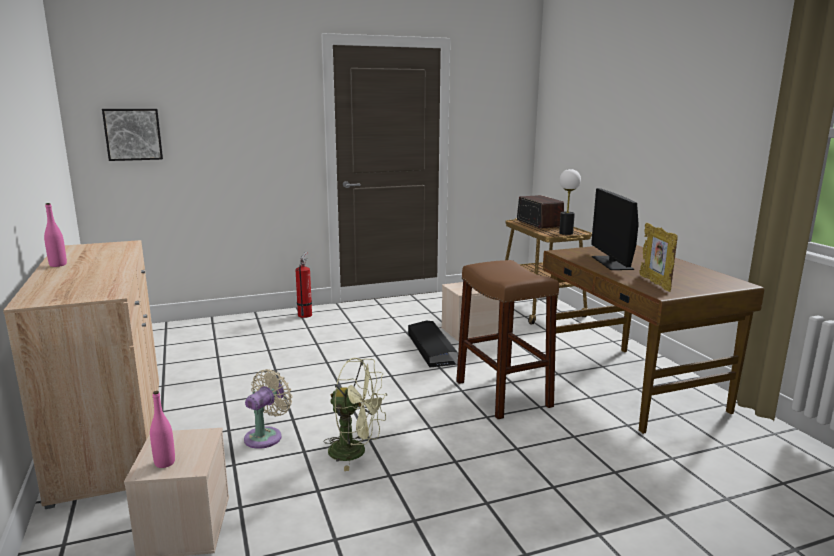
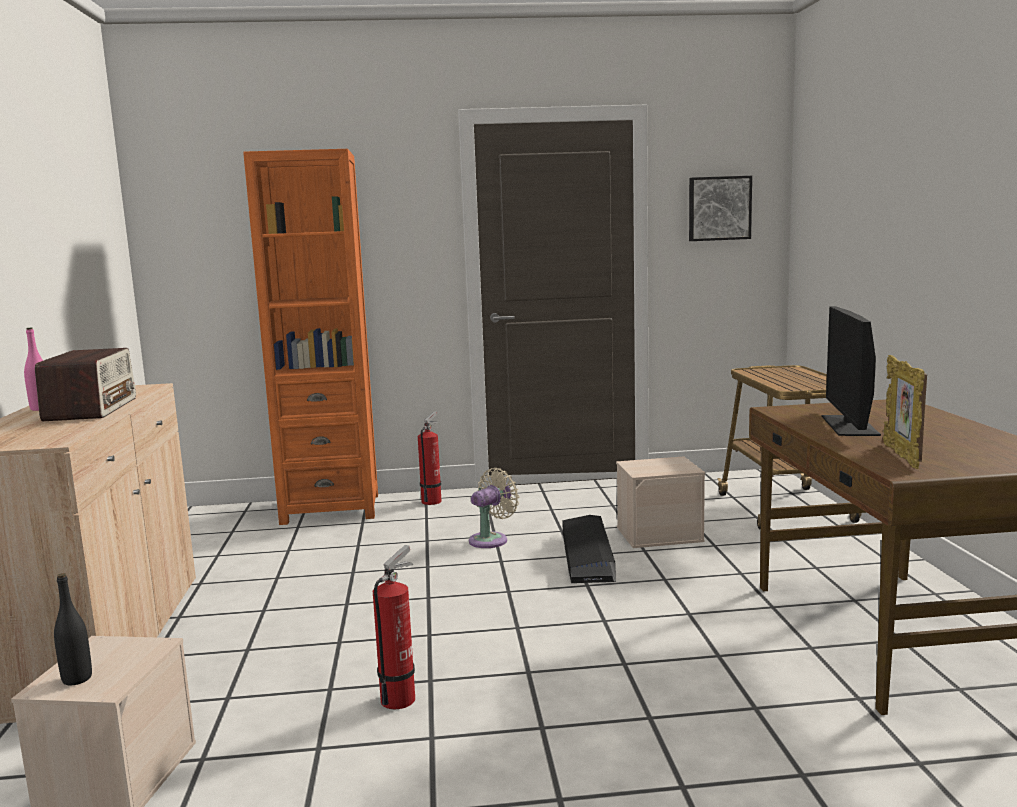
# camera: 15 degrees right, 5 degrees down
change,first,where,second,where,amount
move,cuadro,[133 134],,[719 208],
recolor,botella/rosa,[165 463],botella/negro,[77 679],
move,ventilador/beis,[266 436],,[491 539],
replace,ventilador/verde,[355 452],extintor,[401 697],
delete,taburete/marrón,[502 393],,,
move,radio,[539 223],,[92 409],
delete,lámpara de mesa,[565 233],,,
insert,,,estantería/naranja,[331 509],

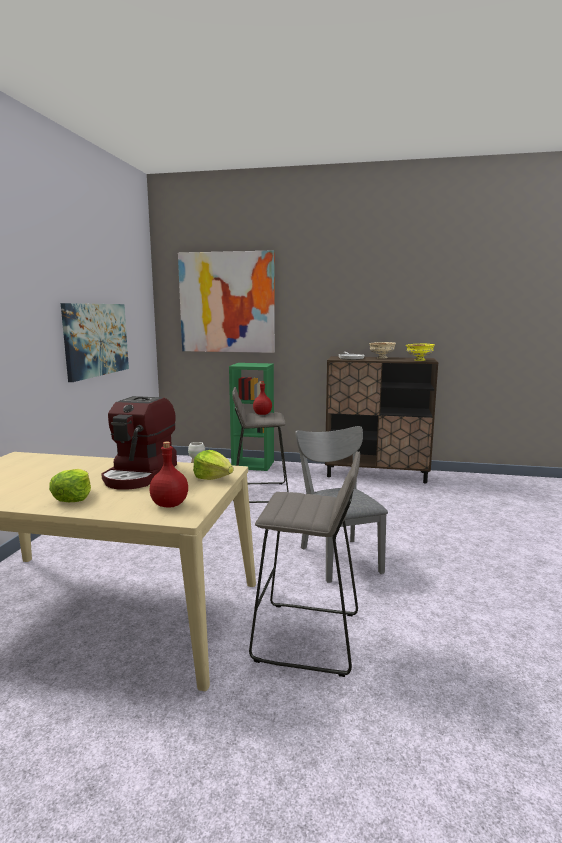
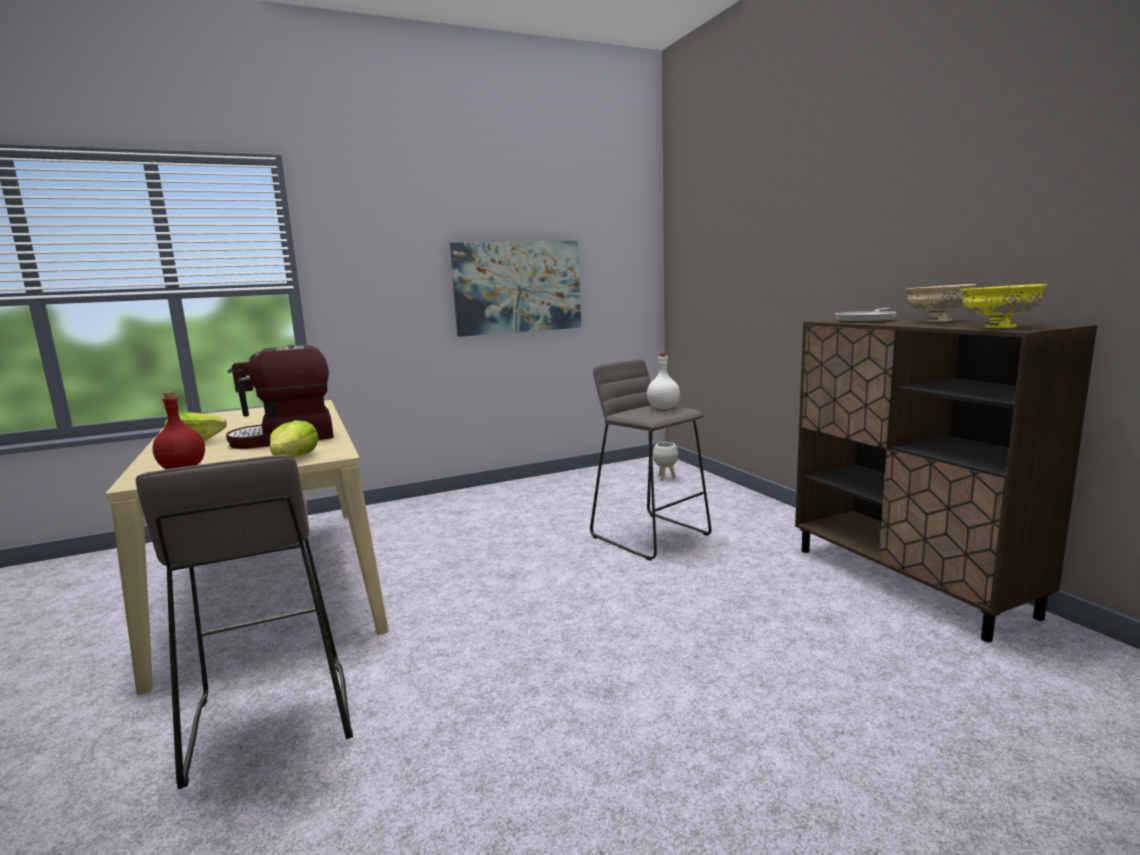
# camera: 55 degrees right, 0 degrees up
change,first,where,second,where,amount
delete,cuadro,[227 302],,,
delete,estantería/verde,[253 465],,,
recolor,botella/rojo,[262 414],botella/blanco,[662 408],
delete,silla/gris,[338 556],,,

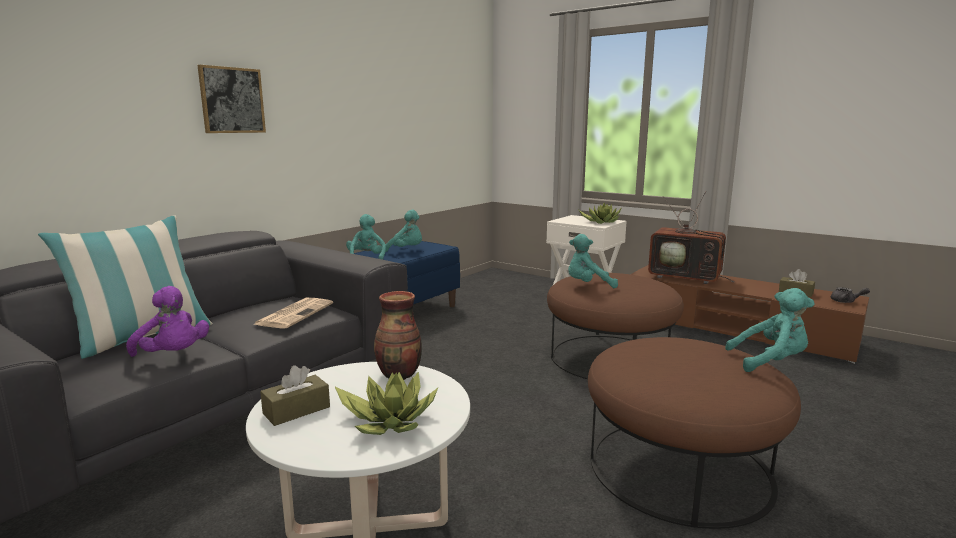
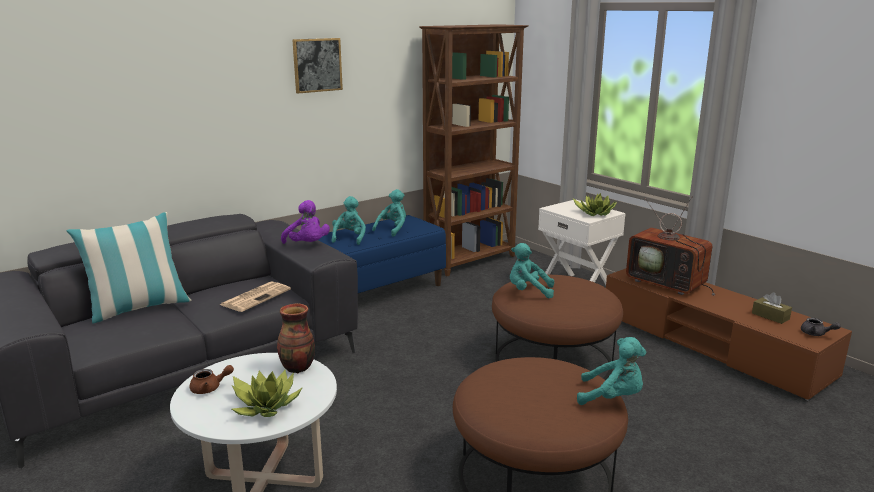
# camera: 15 degrees right, 5 degrees up
change,first,where,second,where,amount
move,peluche/morado,[173 355],,[307 245],
move,cuadro,[232 100],,[317 65],
replace,caja de pañuelos/marrón,[296 410],tetera/marrón,[210 388],
rotate,peluche/turquesa,[406 250],,[393 229],90 degrees counterclockwise
insert,,,estantería/marrón,[471 261],

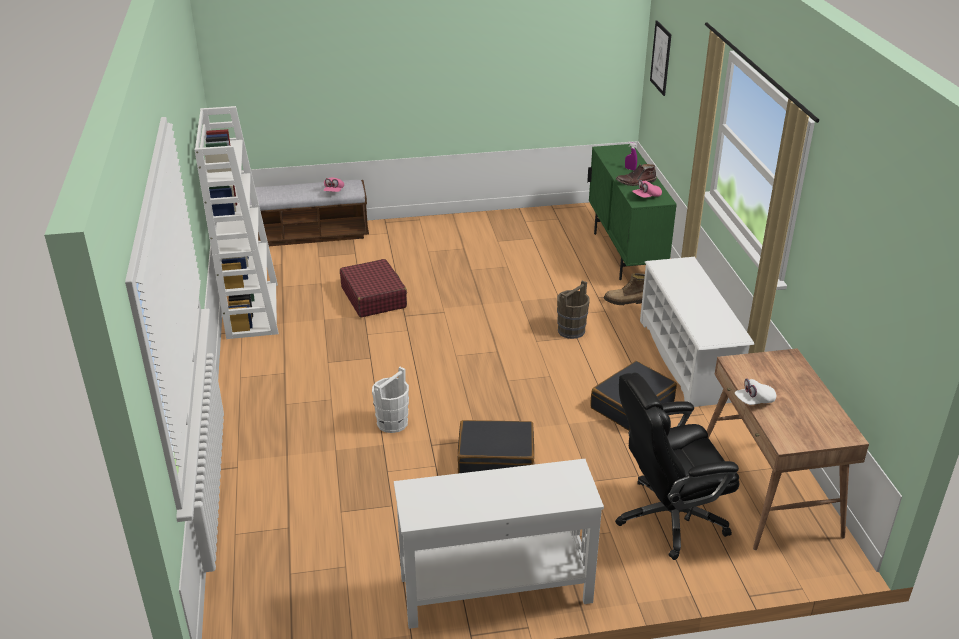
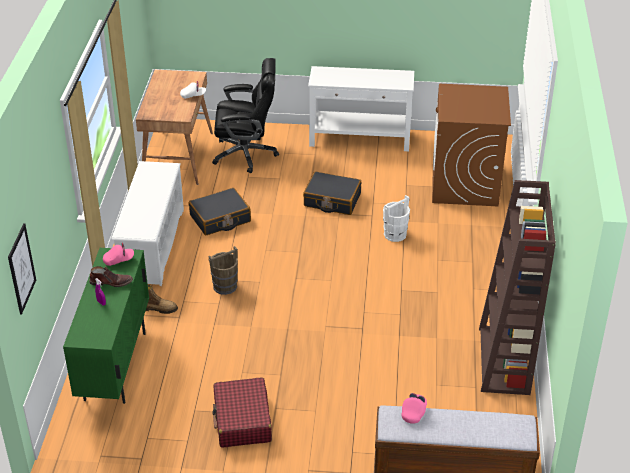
# camera: 165 degrees left, 5 degrees up
change,first,where,second,where,amount
recolor,estantería/blanco,[251 310],estantería/marrón,[504 361],
move,maleta/rojo,[374 297],,[242 420],
insert,,,lavadora/marrón,[465 184],

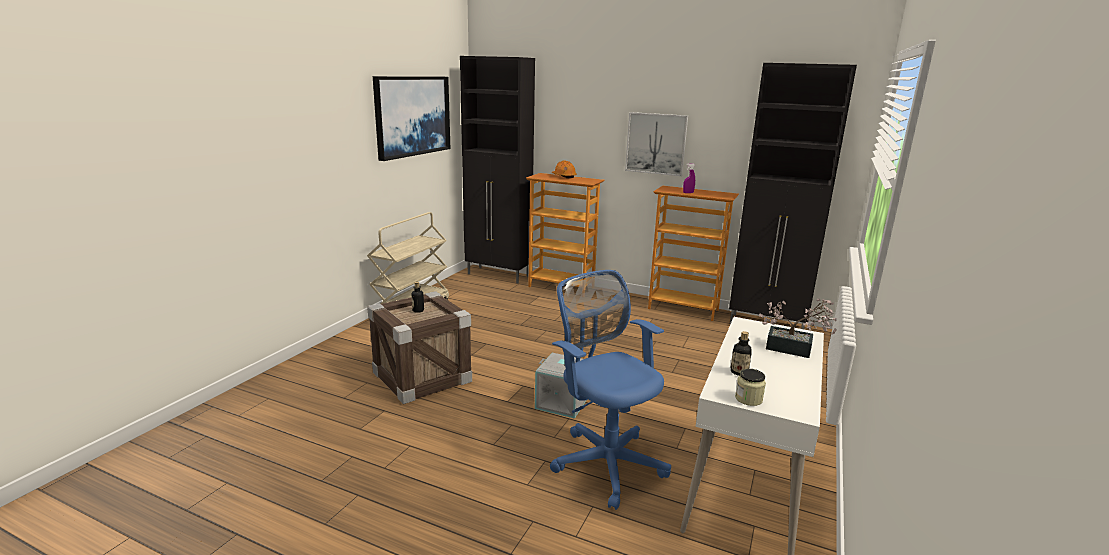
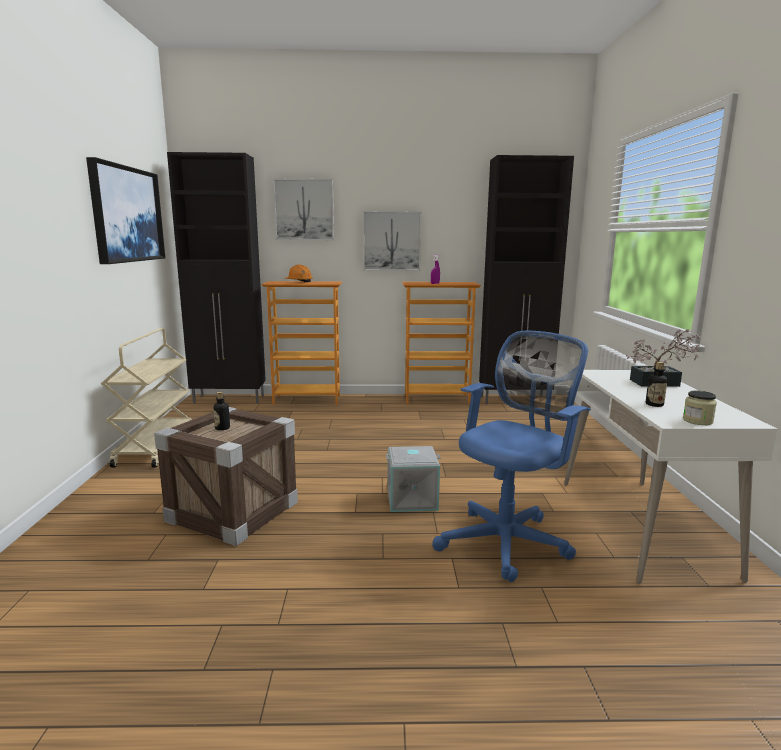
# camera: 25 degrees left, 5 degrees down
change,first,where,second,where,amount
rotate,silla de oficina/azul,[605 461],,[507 541],105 degrees clockwise
insert,,,cuadro,[304 210],

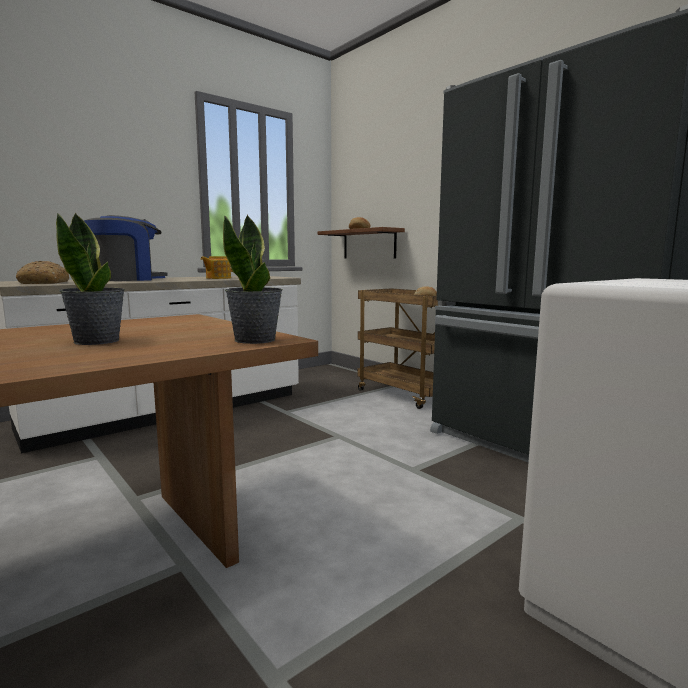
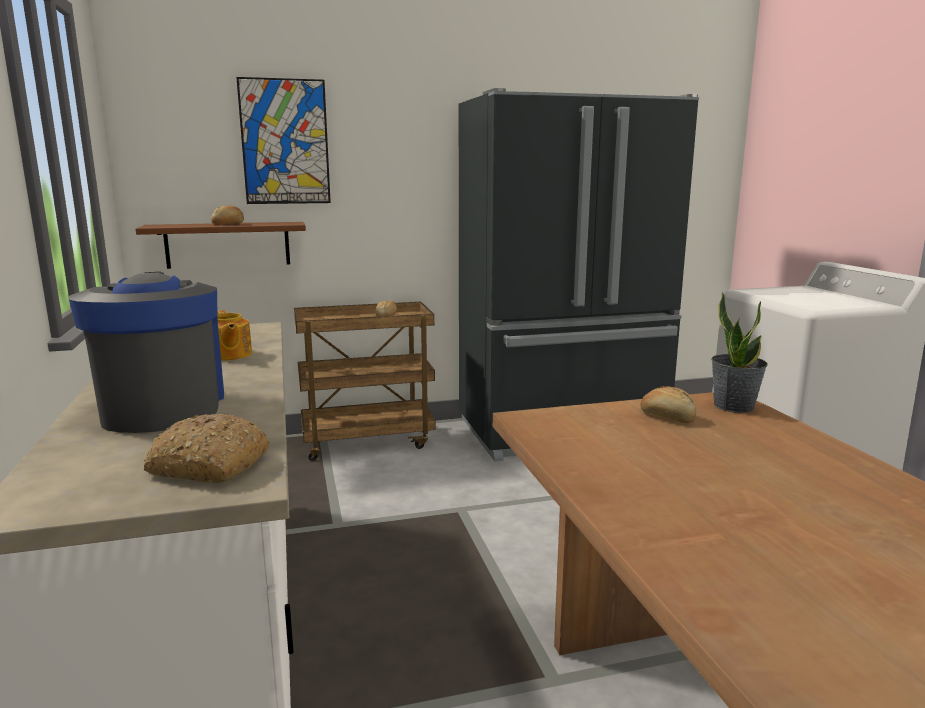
# camera: 65 degrees left, 5 degrees up
change,first,where,second,where,amount
delete,planta en maceta,[97 341],,,
insert,,,cuadro,[285 142],
insert,,,pan,[667 417],

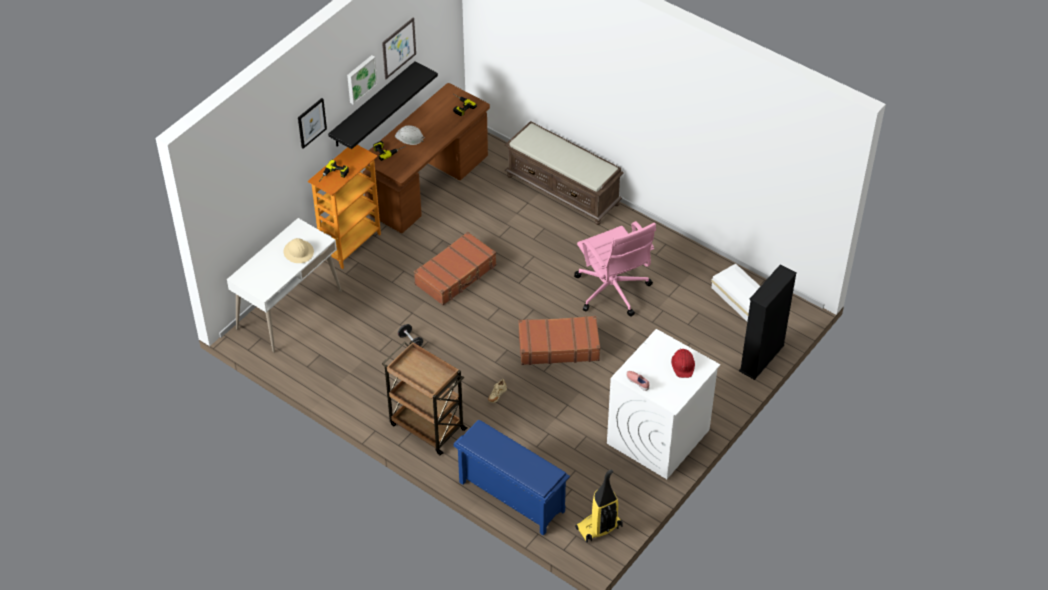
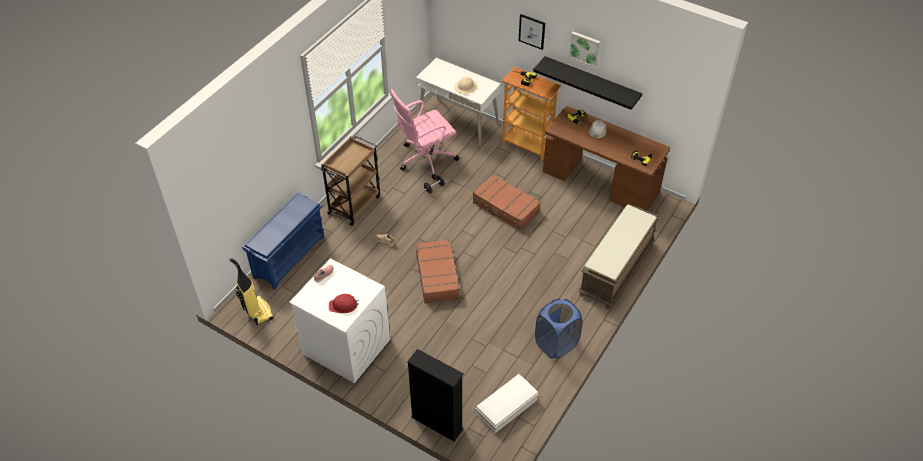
# camera: 85 degrees right, 0 degrees up
change,first,where,second,where,amount
delete,cuadro,[399 48],,,
move,silla de oficina/rosa,[613 291],,[425 159],
insert,,,cesto de la ropa/azul,[556 344],

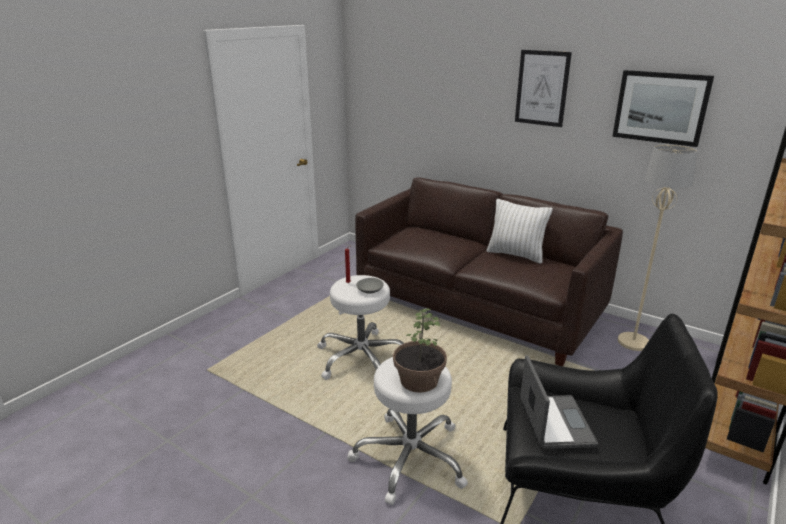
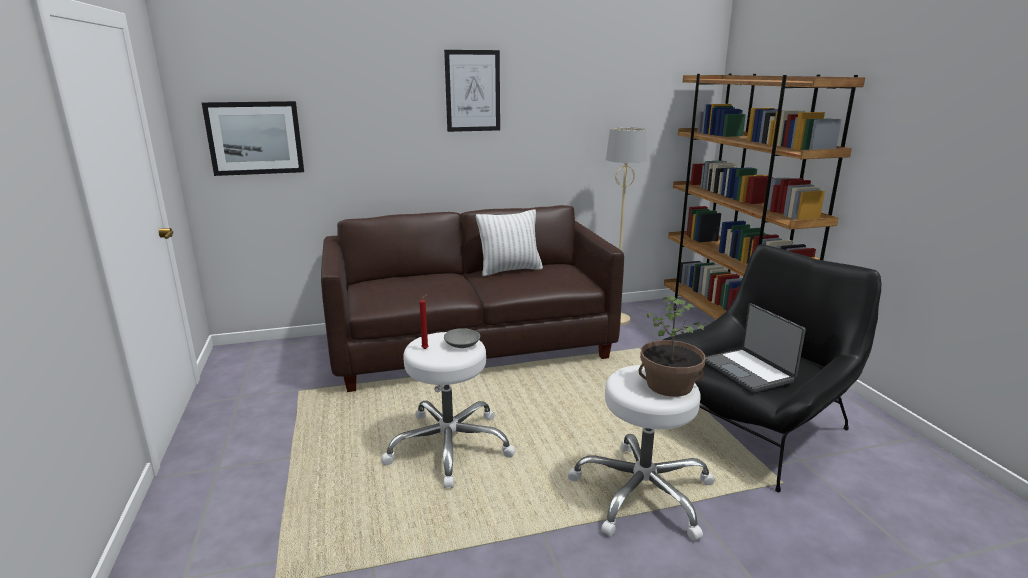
# camera: 50 degrees left, 5 degrees down
change,first,where,second,where,amount
rotate,portátil,[554 422],,[749 371],150 degrees counterclockwise
move,cuadro,[660 107],,[255 138],

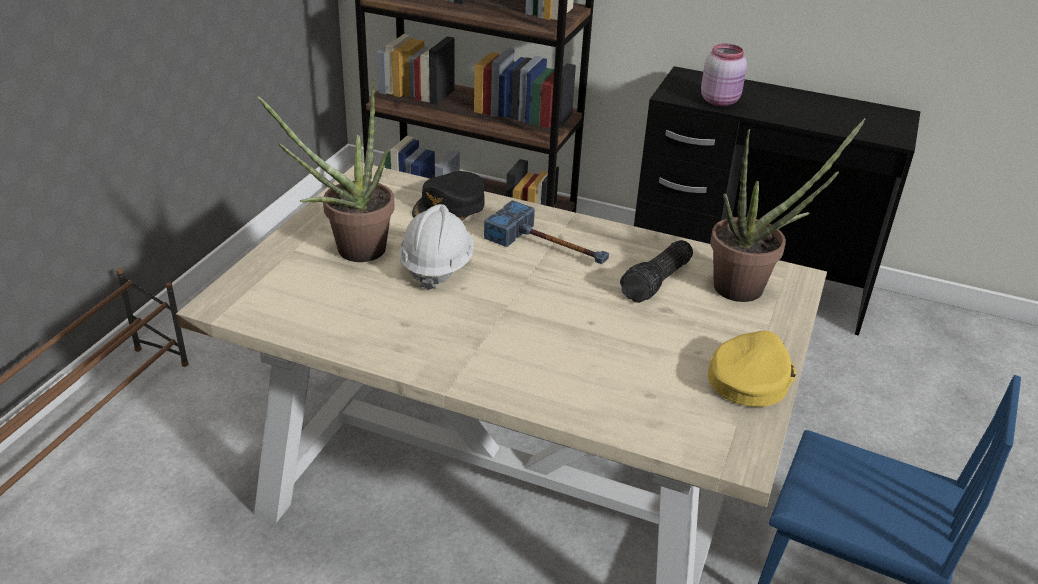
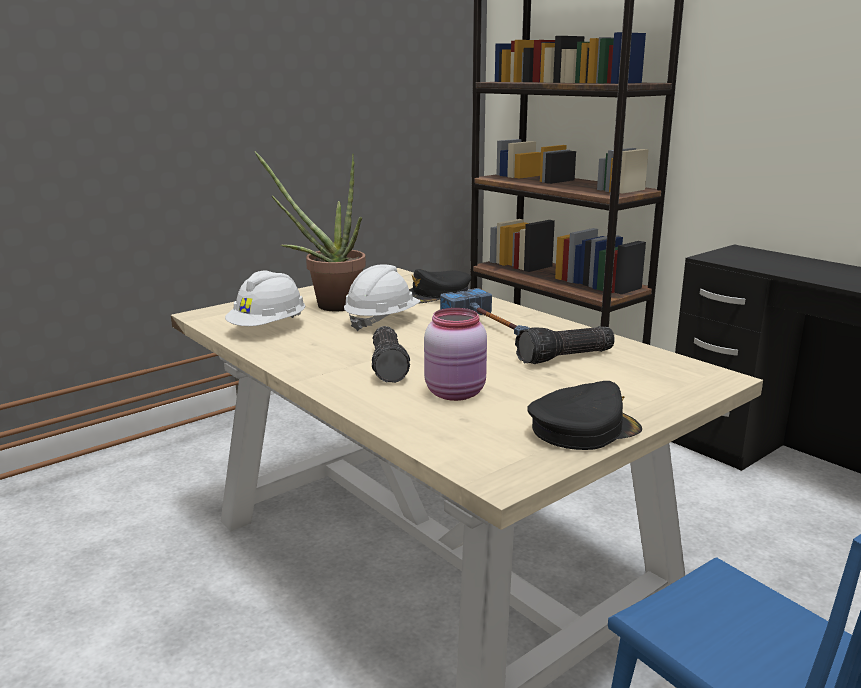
# camera: 30 degrees right, 15 degrees down
change,first,where,second,where,amount
move,tarro/rosa,[720 101],,[457 393],
recolor,gorra/amarillo,[750 377],gorra/negro,[583 429],
delete,planta en maceta,[749 287],,,
insert,,,casco/blanco,[268 328],
insert,,,linterna,[390 366],

